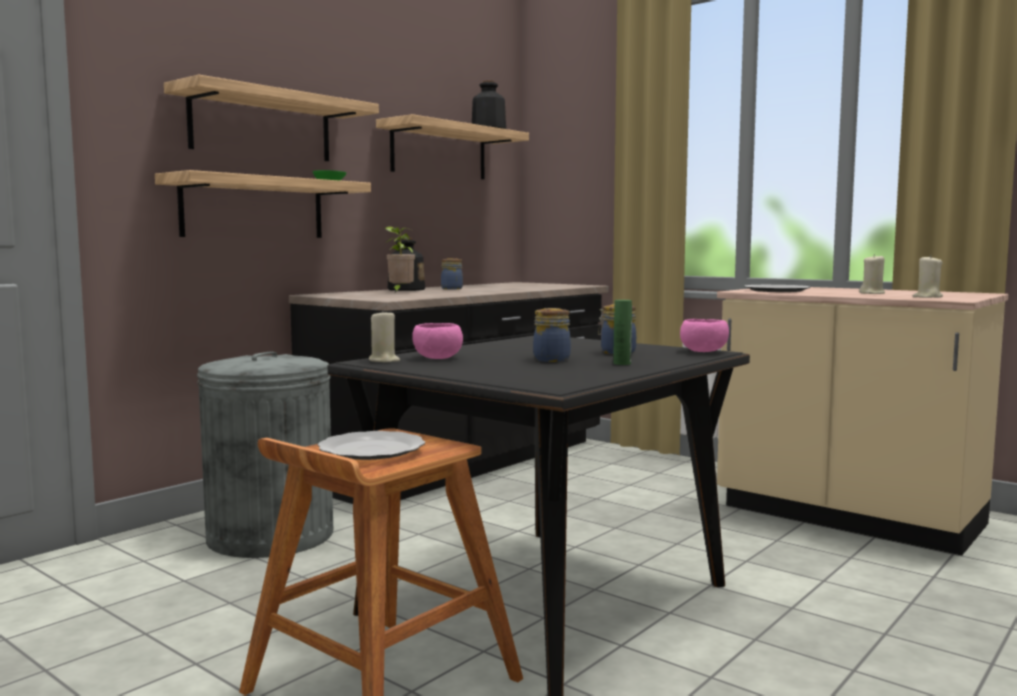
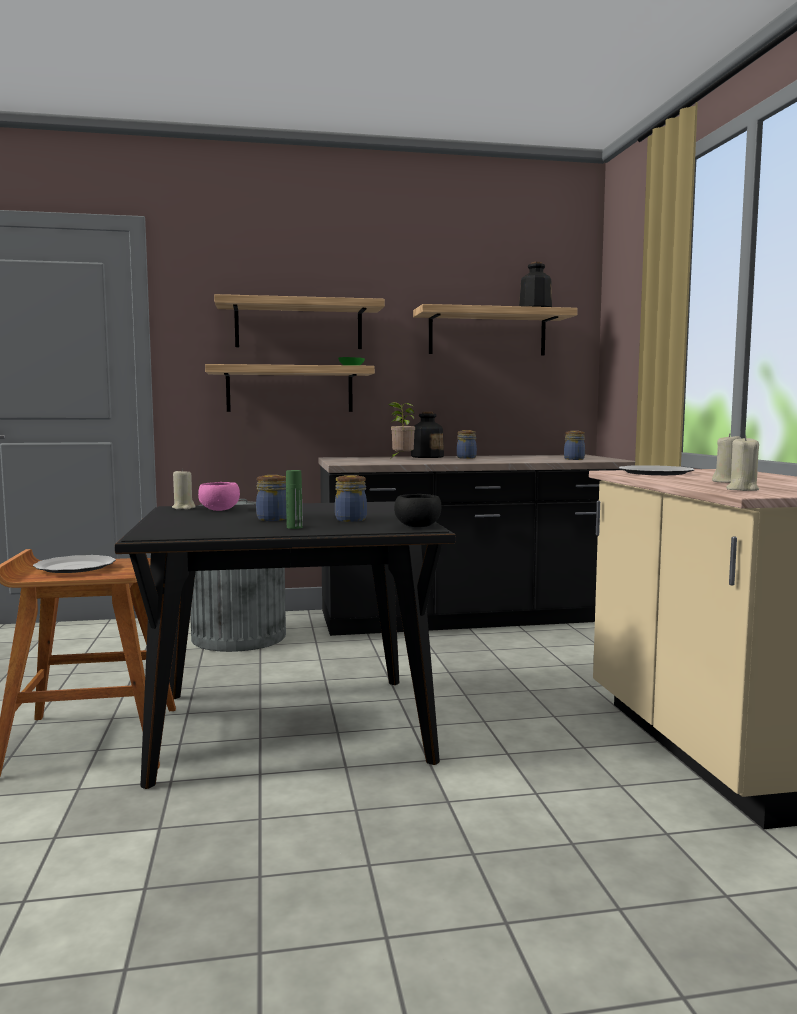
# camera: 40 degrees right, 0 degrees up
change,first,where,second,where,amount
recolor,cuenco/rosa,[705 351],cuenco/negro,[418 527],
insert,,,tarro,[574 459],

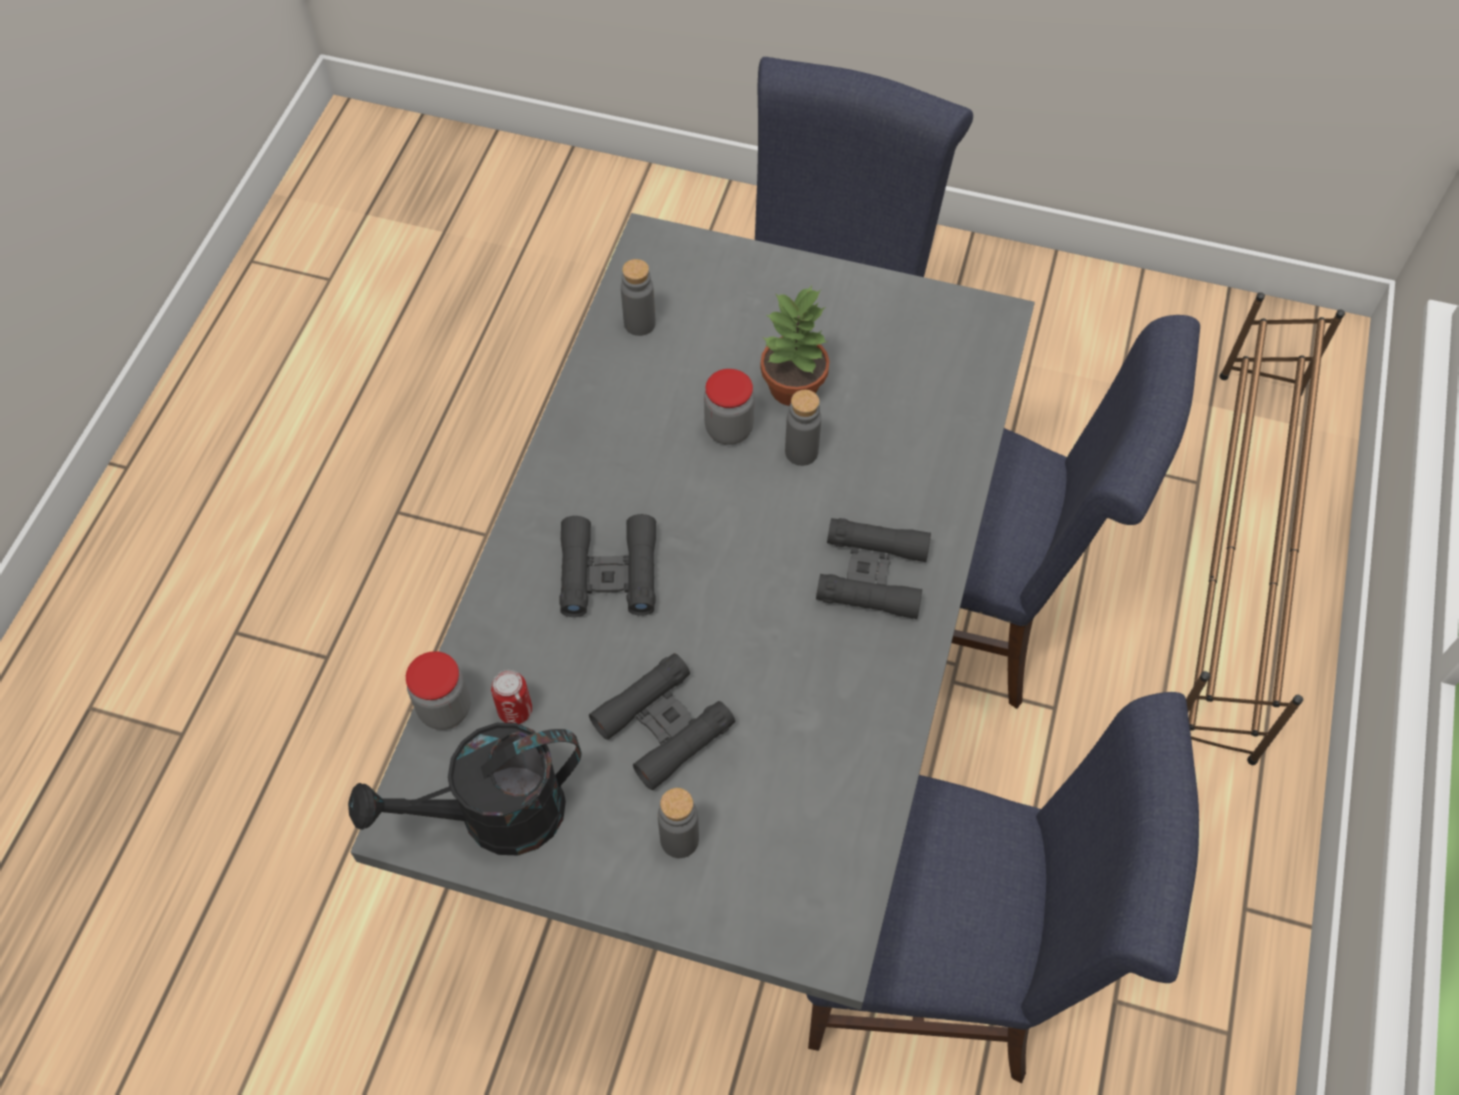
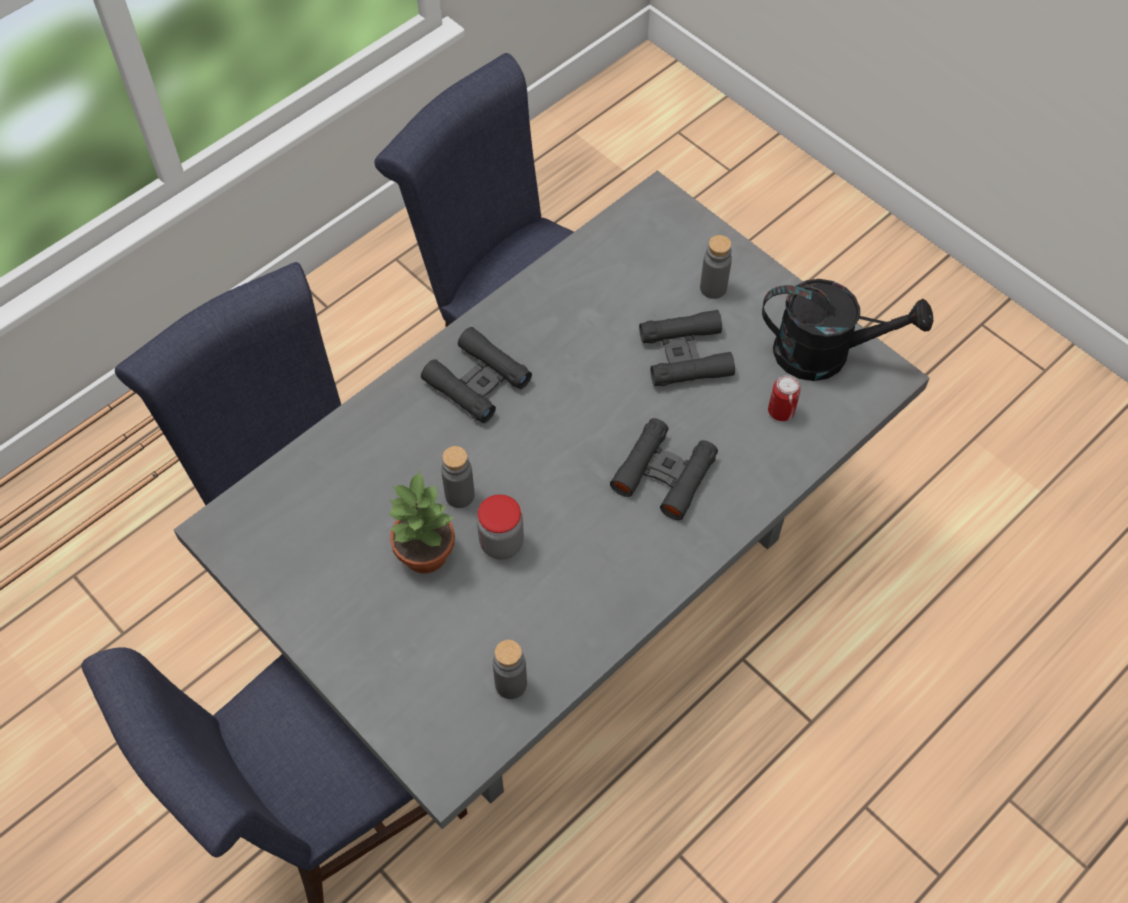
# camera: 150 degrees left, 0 degrees up
change,first,where,second,where,amount
delete,tarro,[445 709],,,

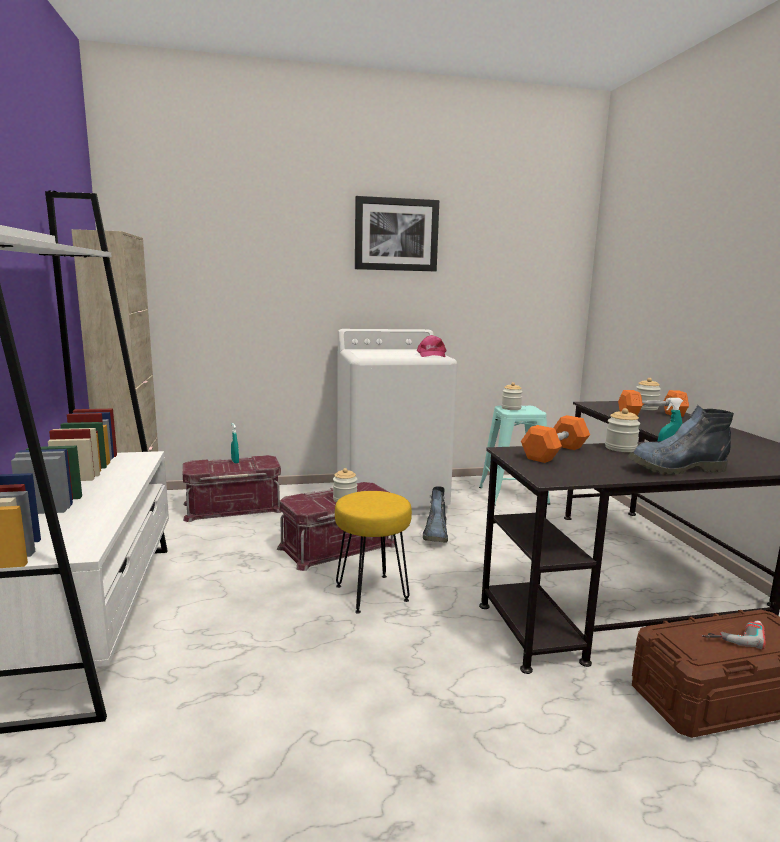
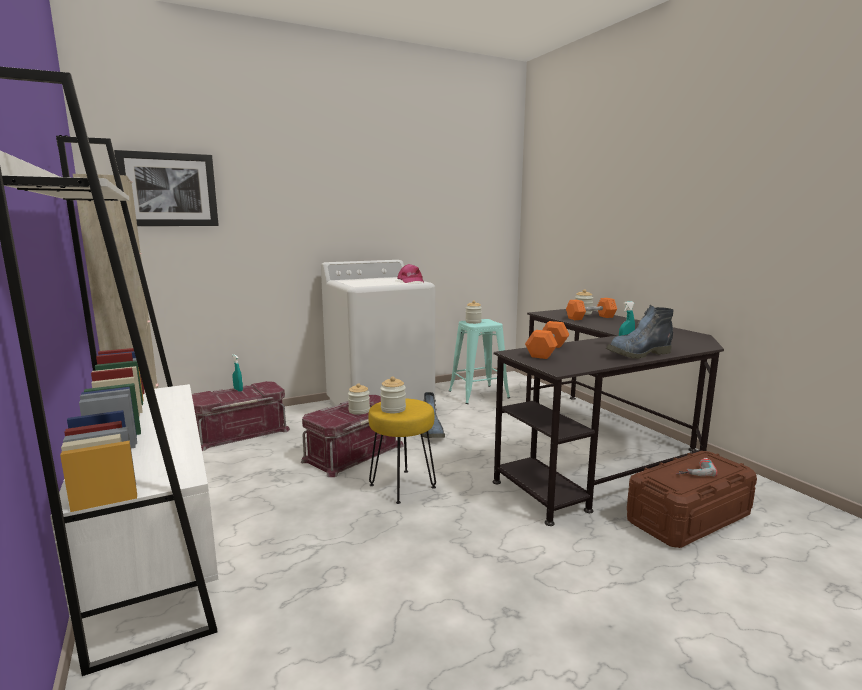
# camera: 15 degrees left, 0 degrees up
change,first,where,second,where,amount
move,cuadro,[396 234],,[169 190],
move,tarro,[620 448],,[393 409],

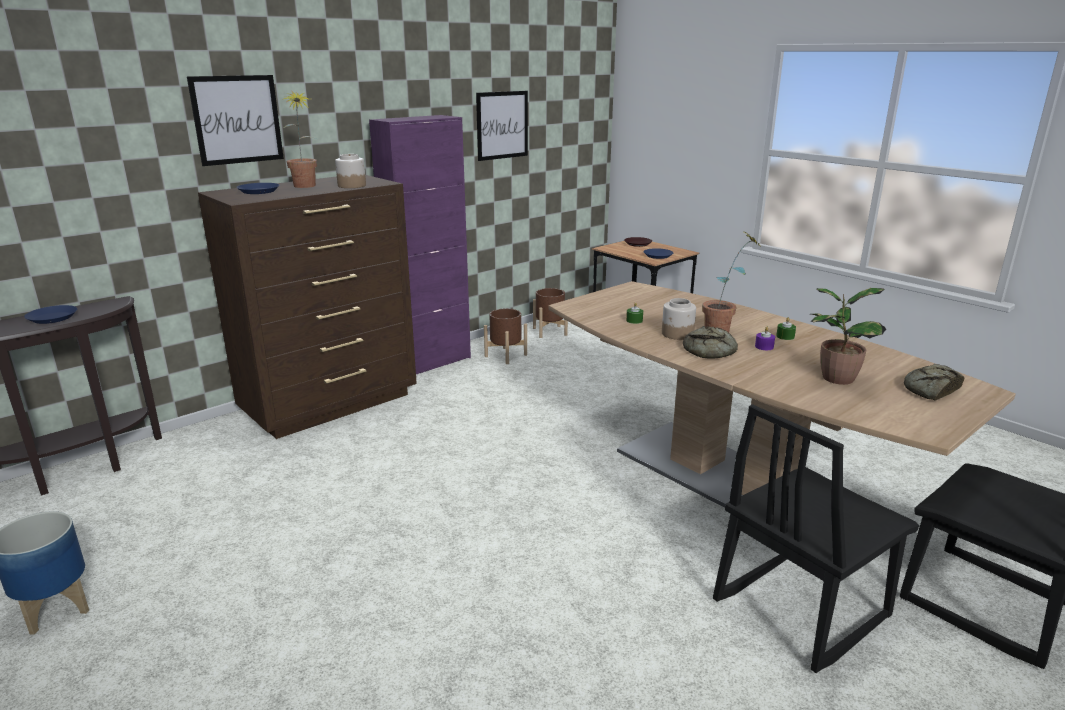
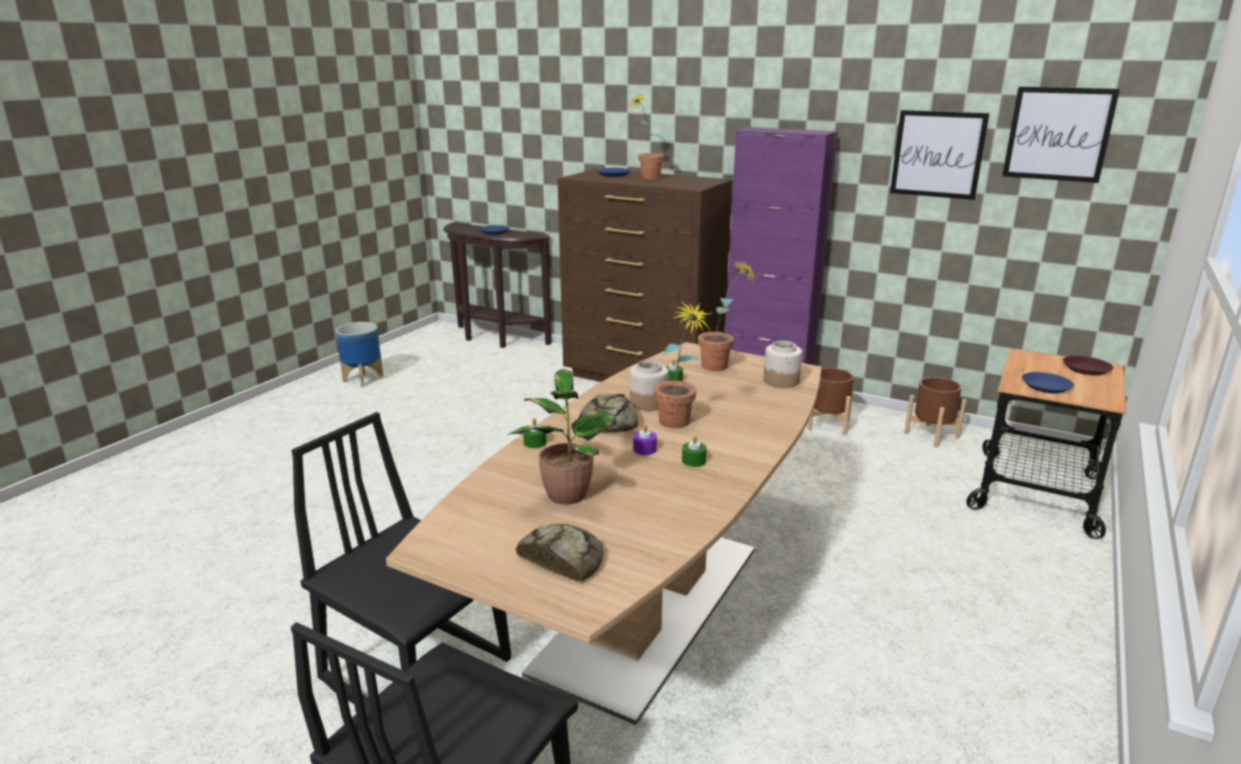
# camera: 70 degrees right, 0 degrees up
change,first,where,second,where,amount
move,cuadro,[237 119],,[1058 134],
move,tarro,[352 186],,[781 381],
insert,,,vela/verde,[535 443],
insert,,,planta en maceta,[722 368],

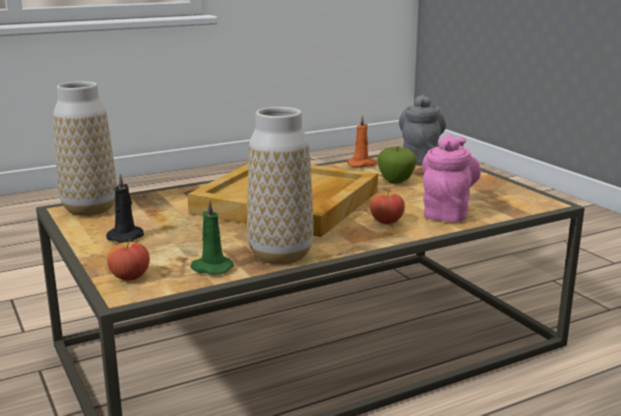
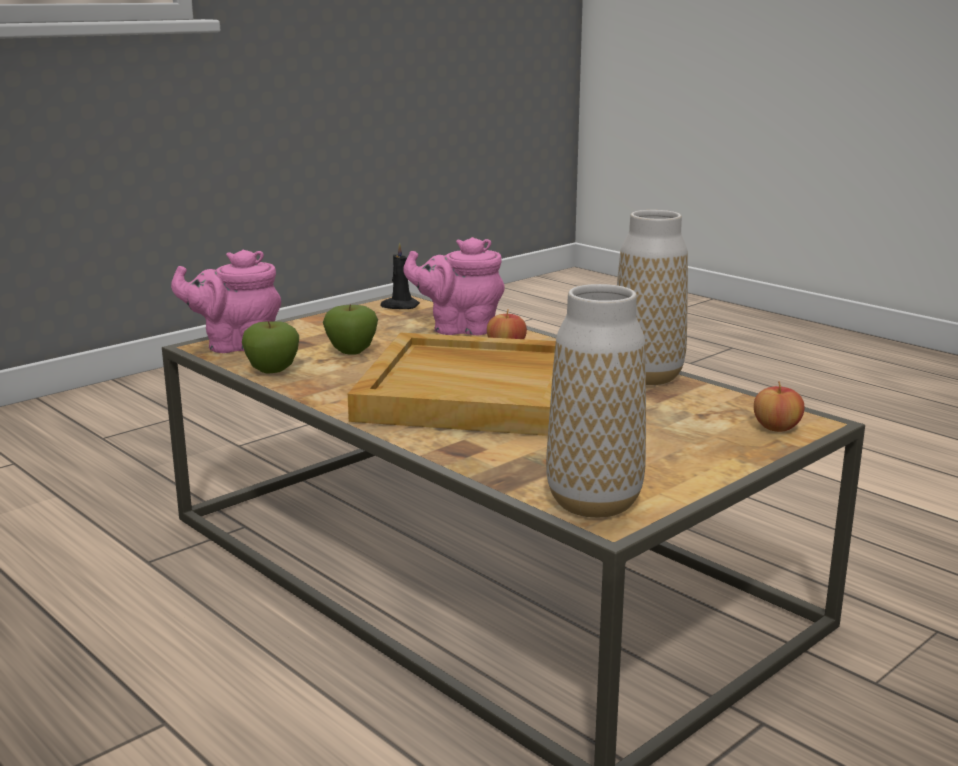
# camera: 105 degrees left, 0 degrees up
change,first,where,second,where,amount
move,vela/negro,[127 236],,[399 306],
delete,vela/verde,[211 268],,,
replace,vela/naranja,[362 164],manzana,[272 371],
recolor,tetera/gris,[420 159],tetera/rosa,[236 345],

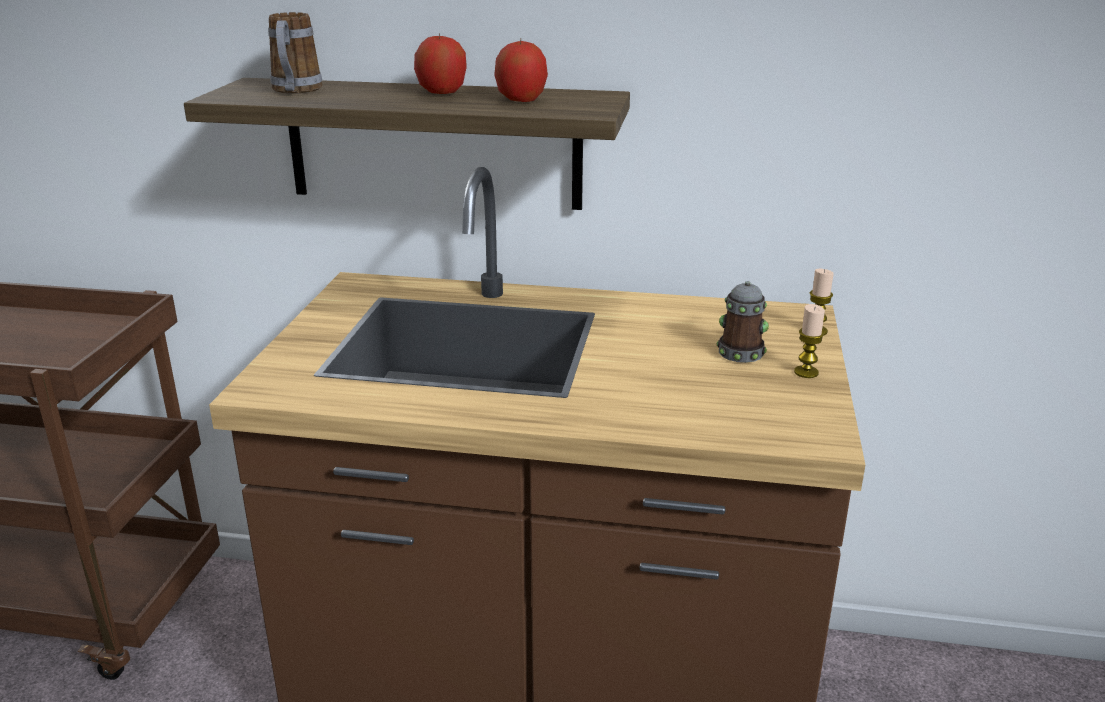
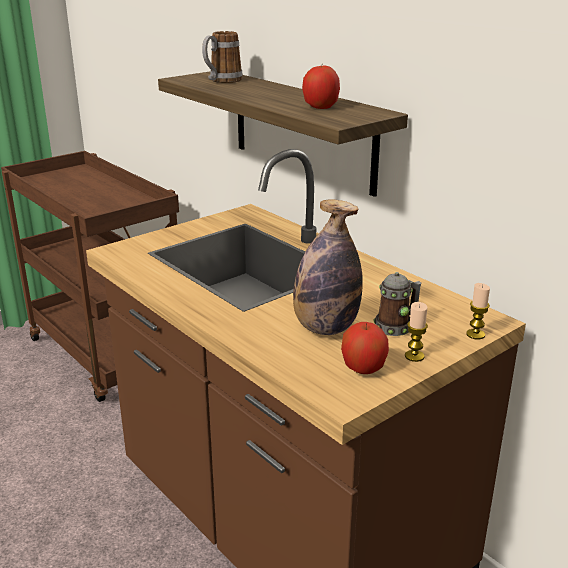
# camera: 40 degrees right, 0 degrees up
change,first,where,second,where,amount
move,manzana,[442 93],,[363 369],
insert,,,botella,[325 328],

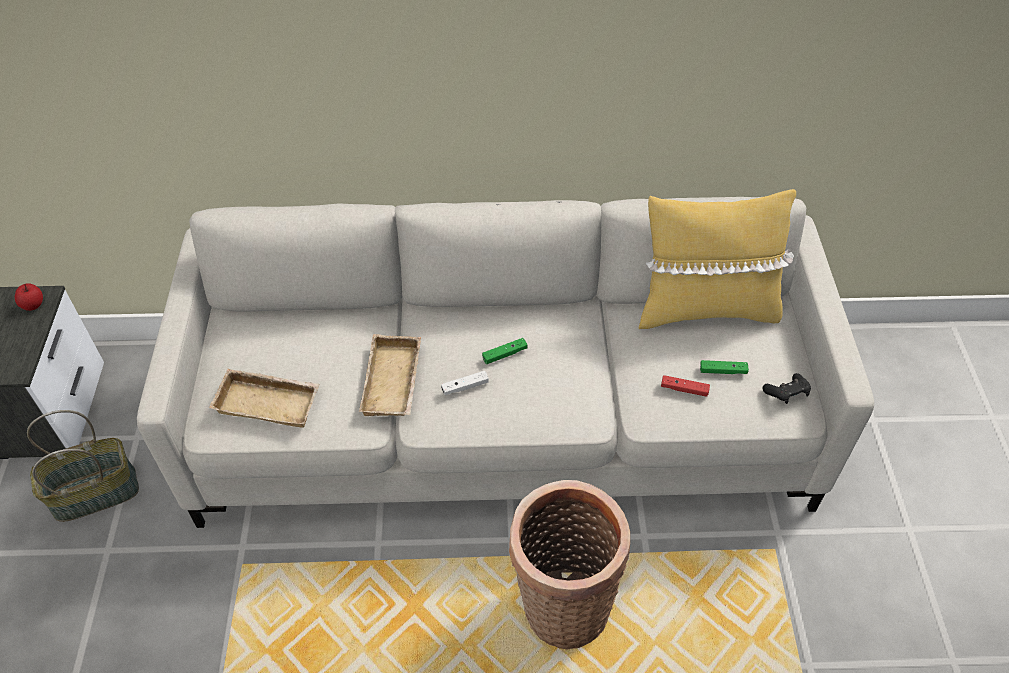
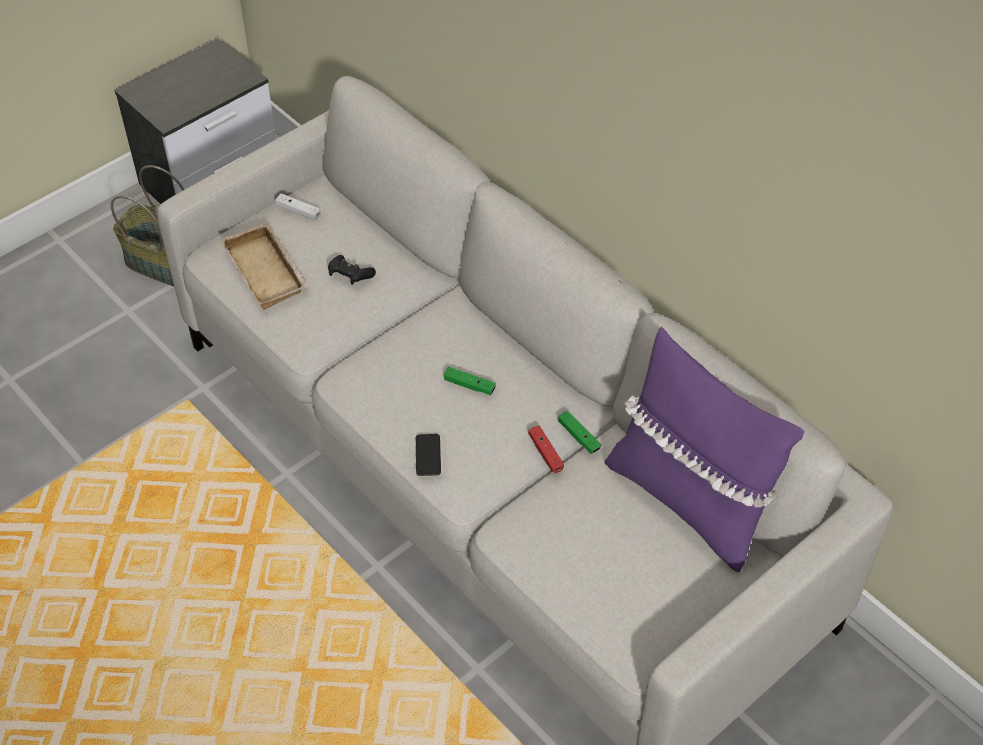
# camera: 50 degrees right, 0 degrees up
change,first,where,second,where,amount
delete,manzana,[33 305],,,
delete,bandeja/beis,[394 382],,,
move,mando de consola/blanco,[465 387],,[298 211],
delete,cesta,[561 604],,,
recolor,cojín/amarillo,[705 309],cojín/morado,[689 500],
move,mando de consola/rojo,[684 389],,[545 453],
move,mando de consola/verde,[723 371],,[579 437],
move,mando de consola/negro,[786 394],,[350 276],
insert,,,móvil,[428 455],

